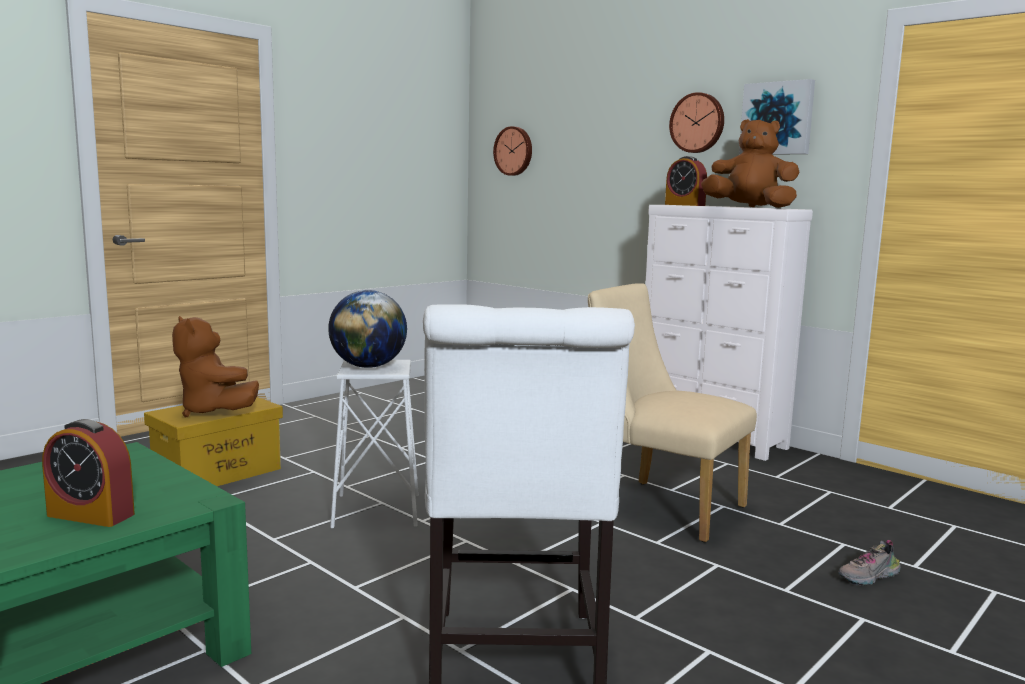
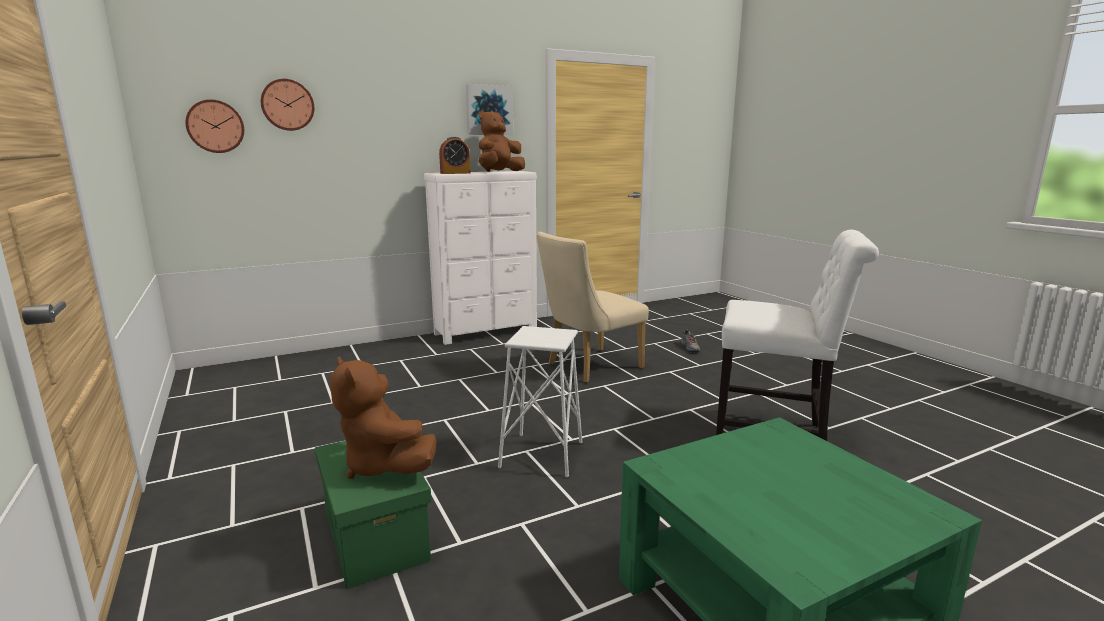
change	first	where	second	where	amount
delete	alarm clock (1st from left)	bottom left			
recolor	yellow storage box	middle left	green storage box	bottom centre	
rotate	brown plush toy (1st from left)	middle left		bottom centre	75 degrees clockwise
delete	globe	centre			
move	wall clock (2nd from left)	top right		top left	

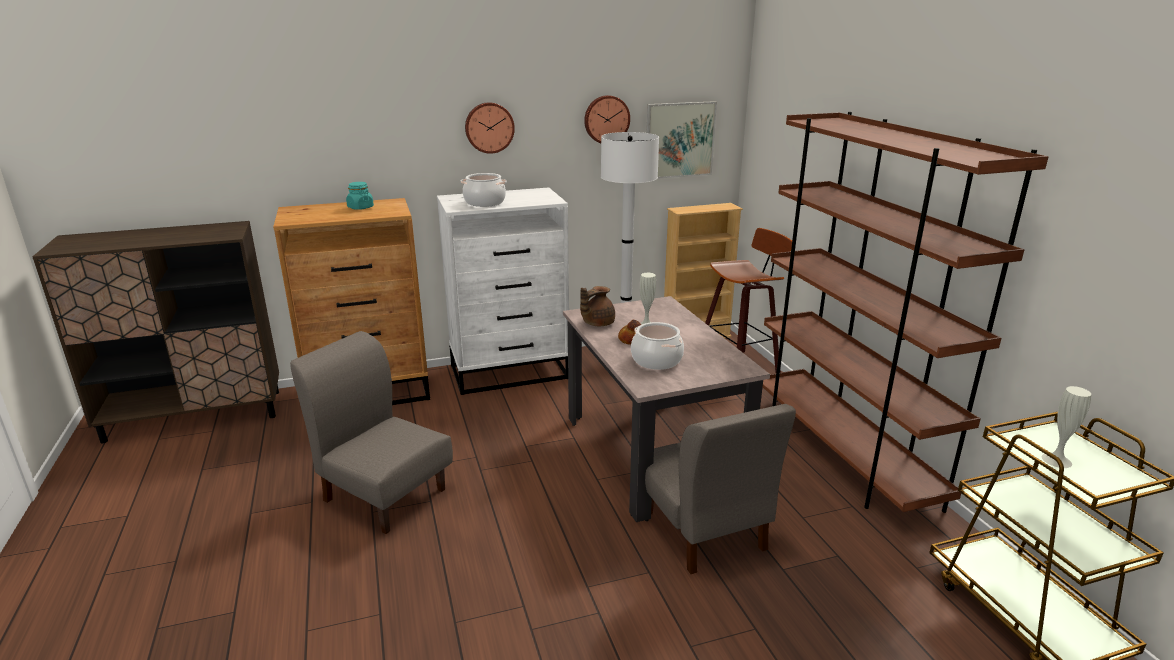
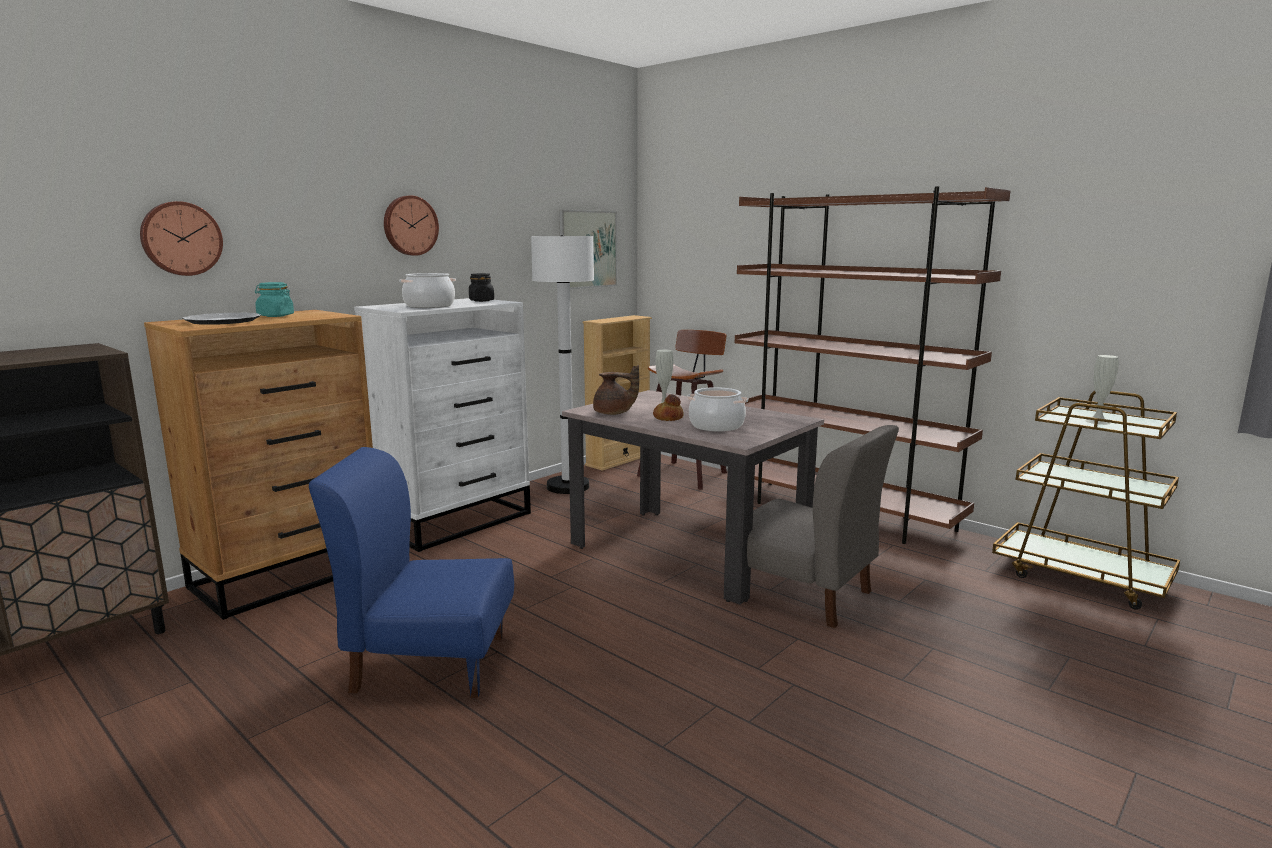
change	first	where	second	where	amount
recolor	grey chair (1st from left)	middle left	blue chair	bottom left	
rotate	brown teapot	centre		centre	90 degrees counterclockwise
move	wall clock (2nd from left in the first image)	top centre	wall clock (1st from left)	top left	
insert			plate	middle left	
insert			black jar	centre	

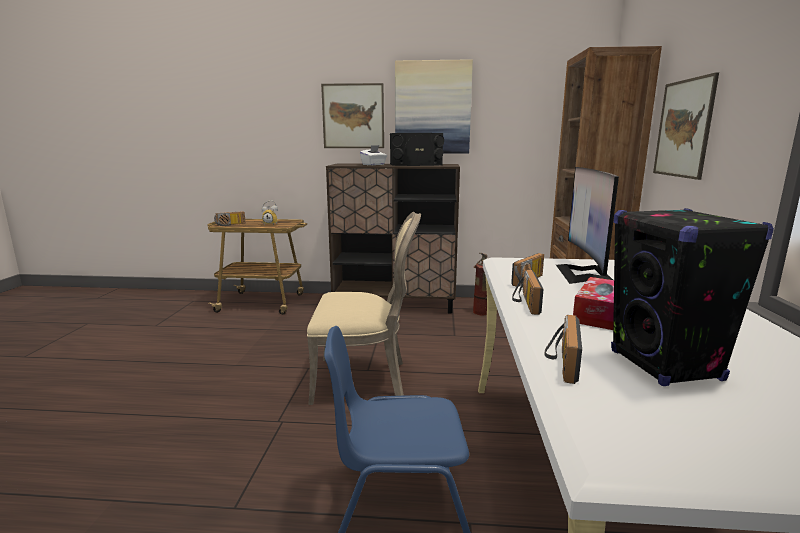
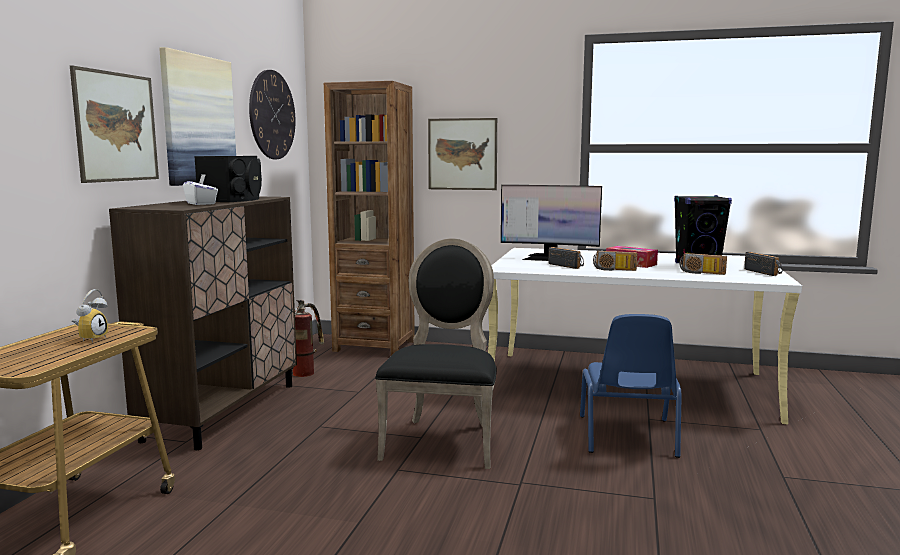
change	first	where	second	where	amount
move	radio (1st from left in the first image)	middle left	radio (4th from left)	middle right	
recolor	beige chair	centre	black chair	centre	
insert			wall clock	top left	

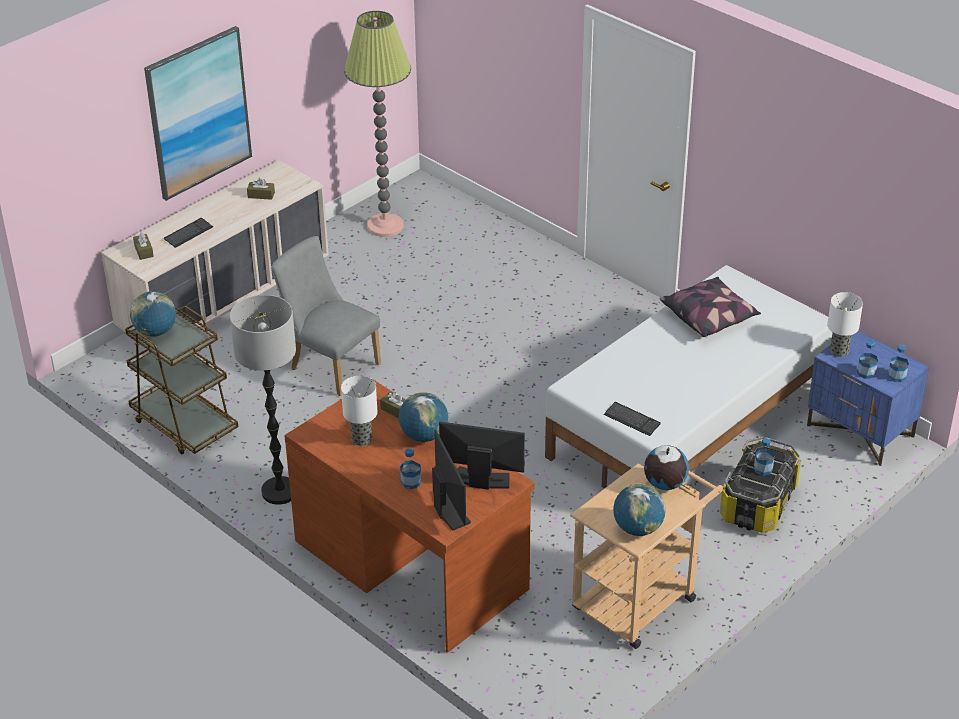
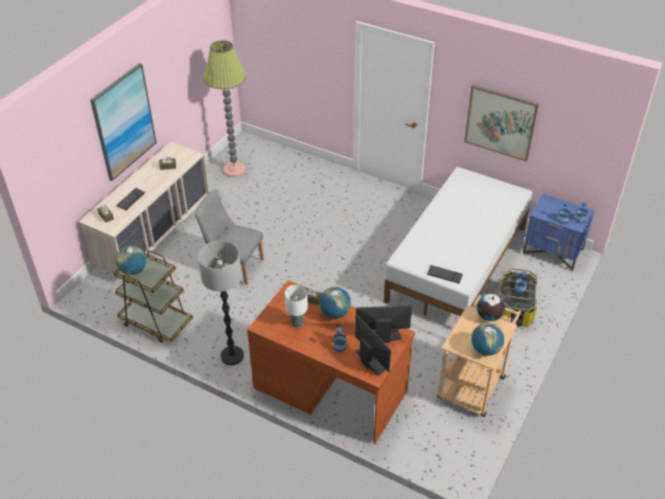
change	first	where	second	where	amount
delete	pillow	middle right			
delete	table lamp (2nd from left)	middle right			
insert			picture (2nd from left)	top right	

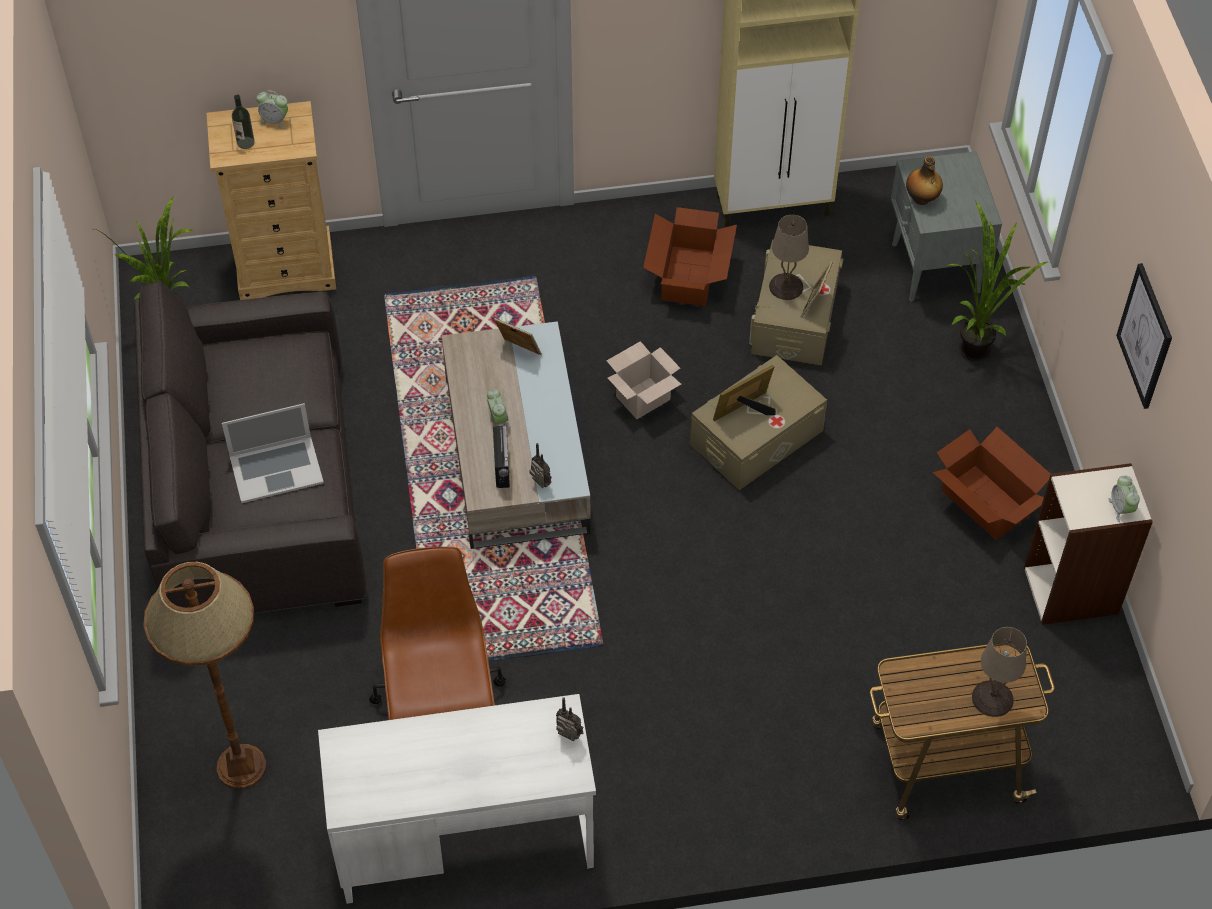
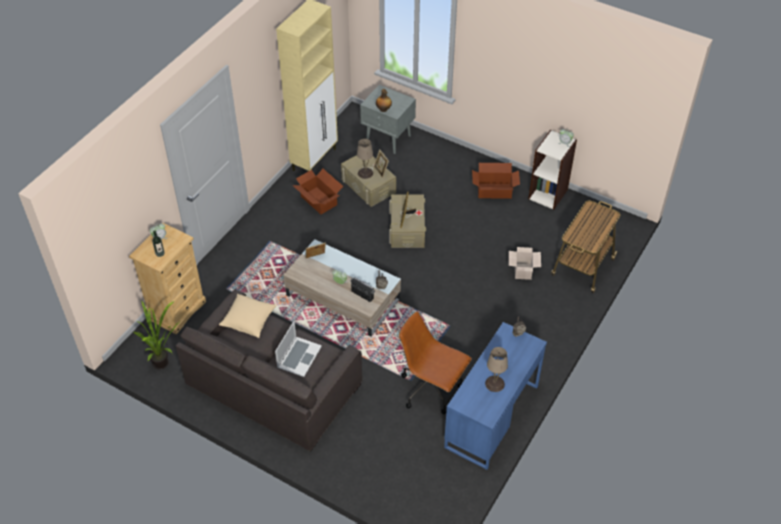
change	first	where	second	where	amount
delete	brown floor lamp	bottom left			
recolor	white desk	bottom centre	blue desk	bottom centre	
move	cardboard box (1st from left in the first image)	centre	cardboard box (3rd from left)	middle right	
delete	potted plant (2nd from left)	top right			
move	beige table lamp (2nd from left)	bottom right		bottom centre	
delete	picture	middle right			
insert			beige pillow	middle left	

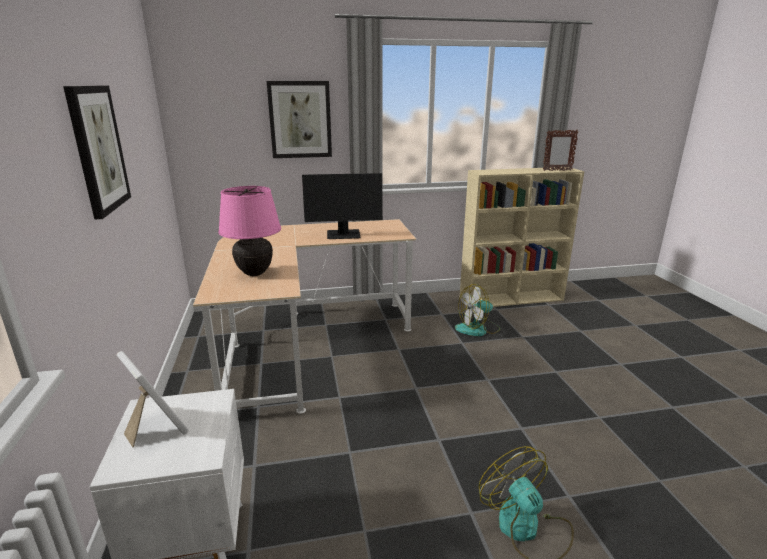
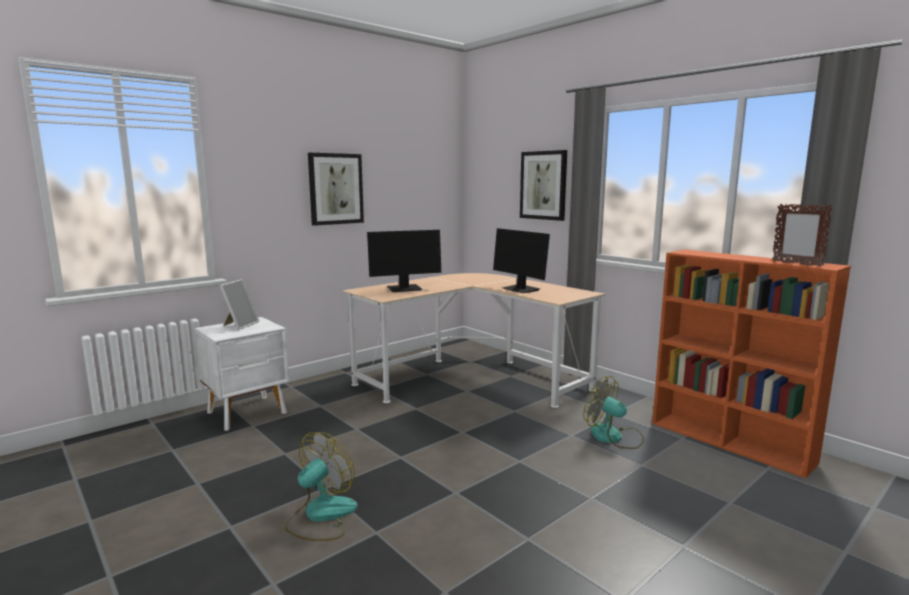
change	first	where	second	where	amount
replace	pink table lamp	middle left	monitor (1st from left)	centre	
recolor	beige bookcase	middle right	orange bookcase	middle right	

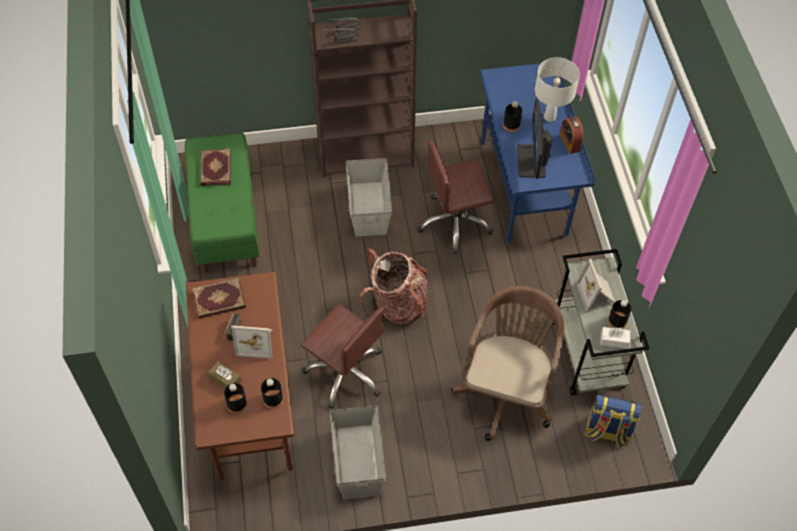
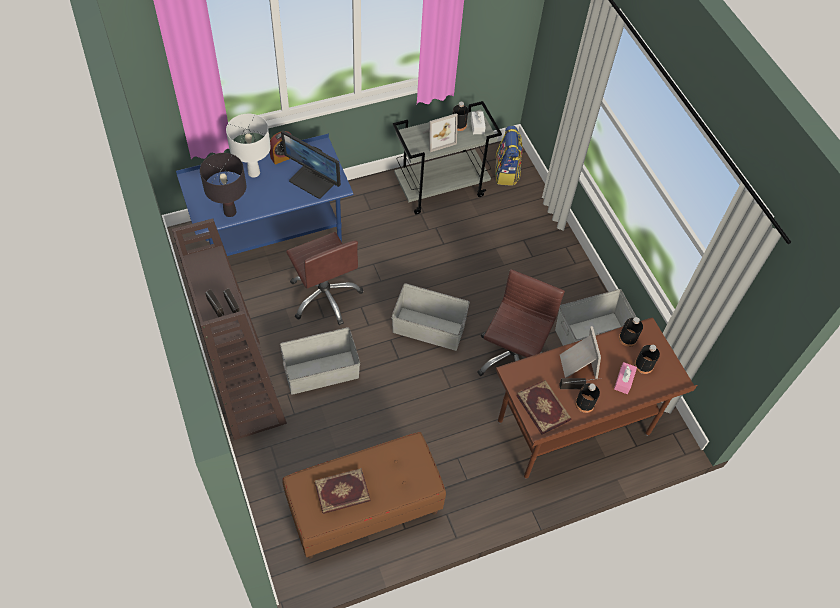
change	first	where	second	where	amount
recolor	green bench	middle left	brown bench	bottom centre	
recolor	brown tissue box	bottom left	pink tissue box	middle right	
replace	backpack (1st from left)	centre	grey storage box (2nd from left)	centre	
delete	brown office chair (3rd from left)	bottom centre			
move	black bottle (3rd from left in the first image)	top centre	black bottle (2nd from left)	middle right	
rotate	monitor	top right		top centre	45 degrees clockwise
insert			black table lamp	top left	

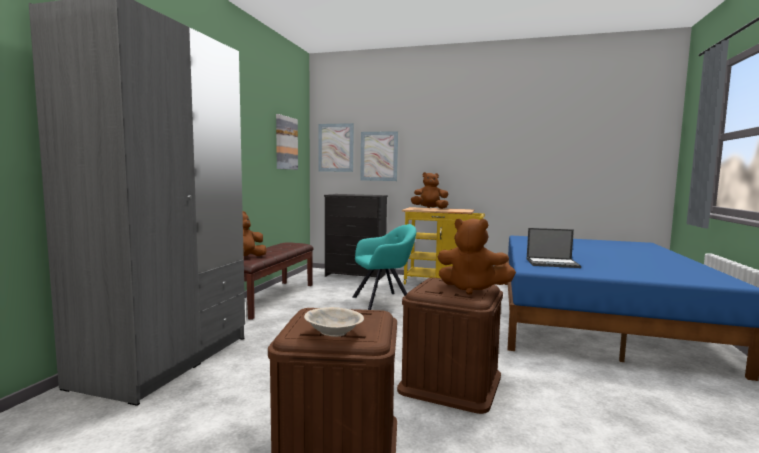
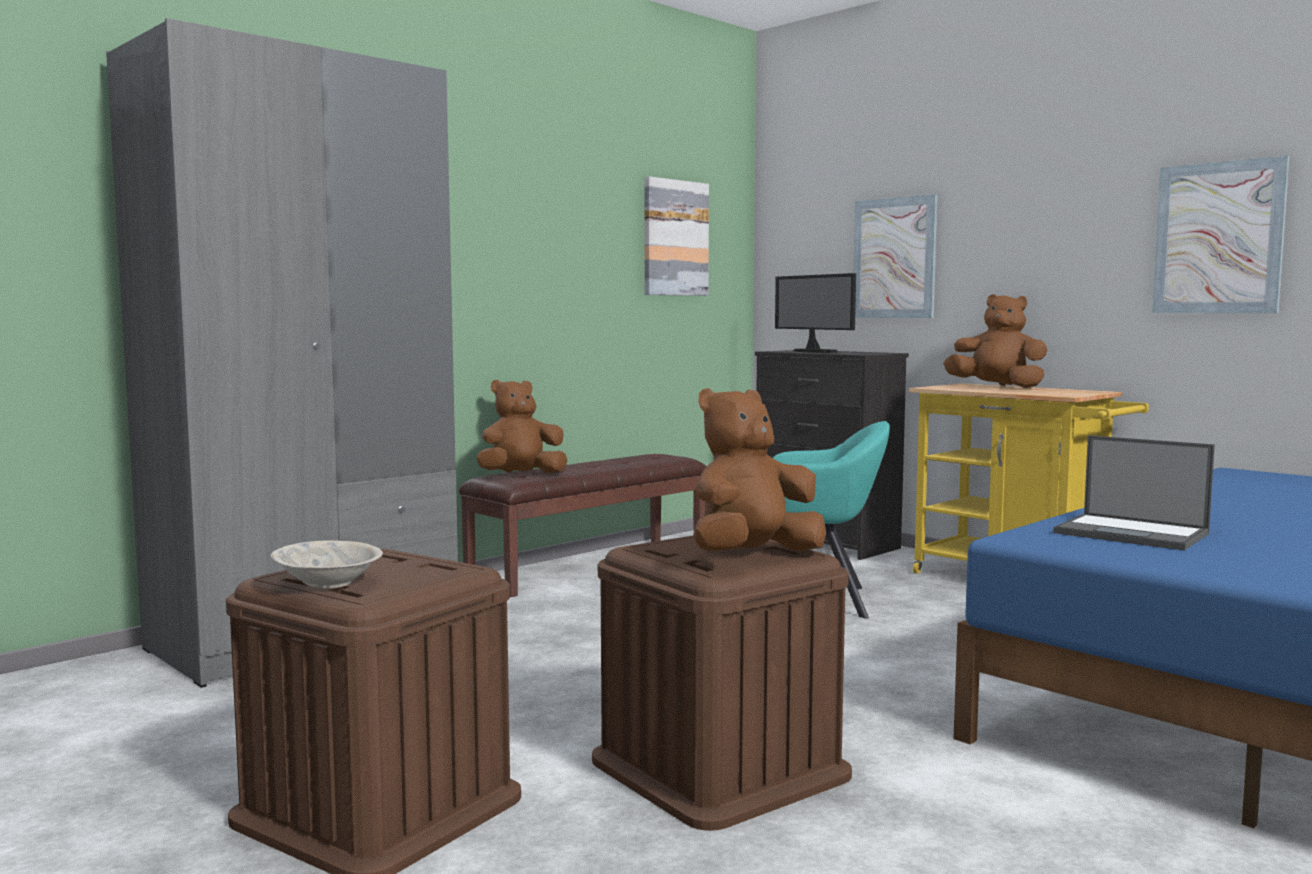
change	first	where	second	where	amount
move	picture (2nd from left in the first image)	top centre	picture (3rd from left)	top right	
rotate	brown plush toy (3rd from left in the first image)	centre	brown plush toy (2nd from left)	centre	90 degrees clockwise
insert			monitor	centre	

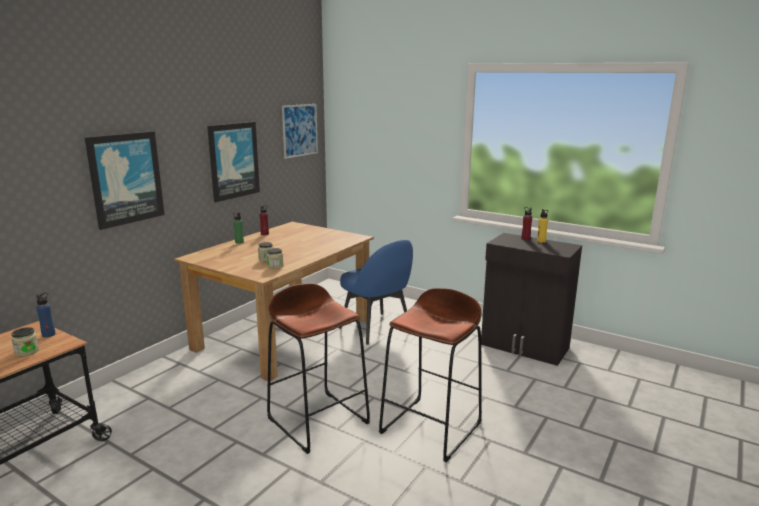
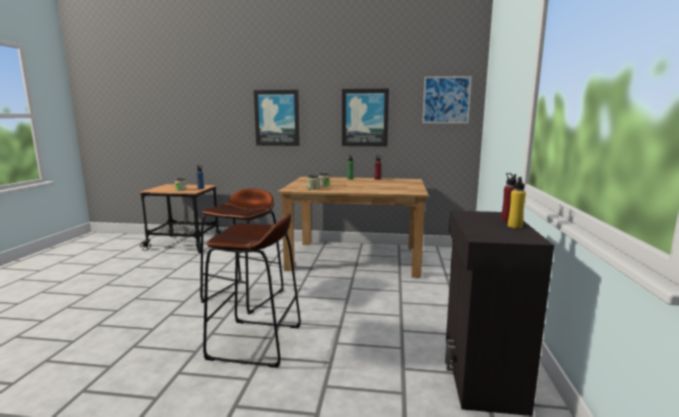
change	first	where	second	where	amount
delete	blue chair	centre			

